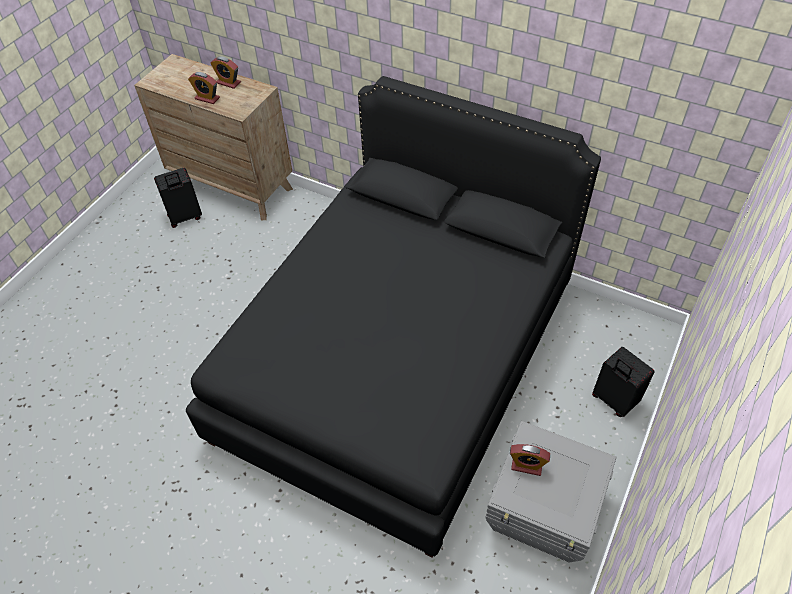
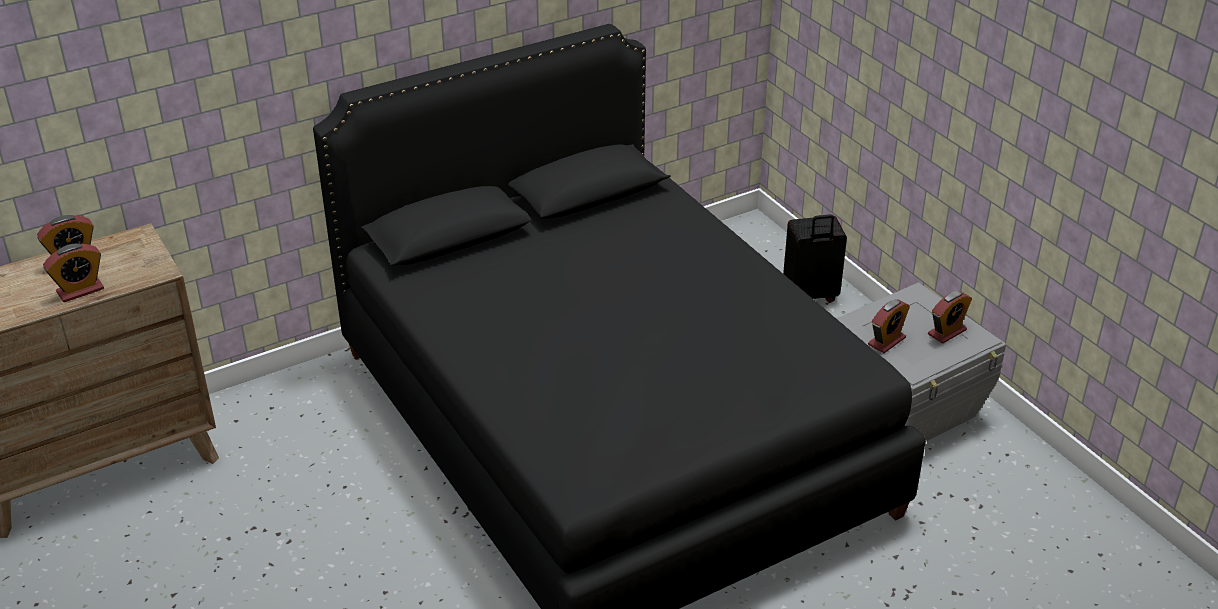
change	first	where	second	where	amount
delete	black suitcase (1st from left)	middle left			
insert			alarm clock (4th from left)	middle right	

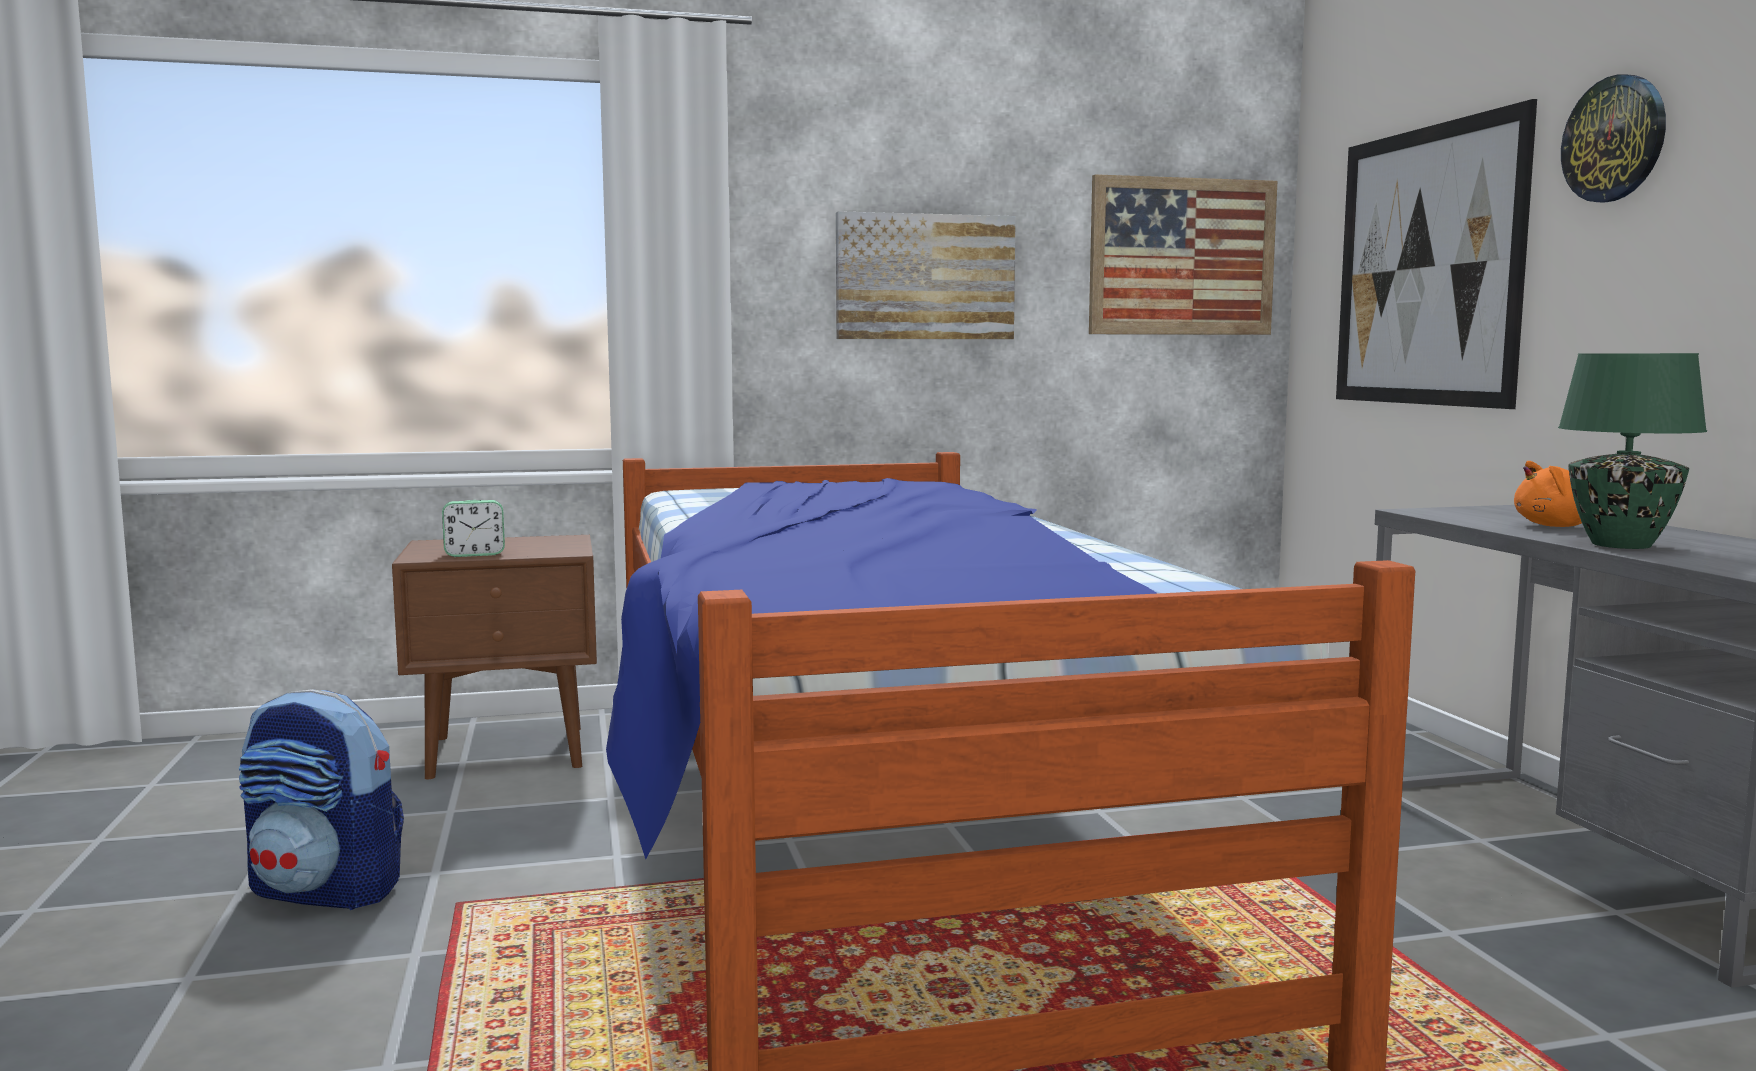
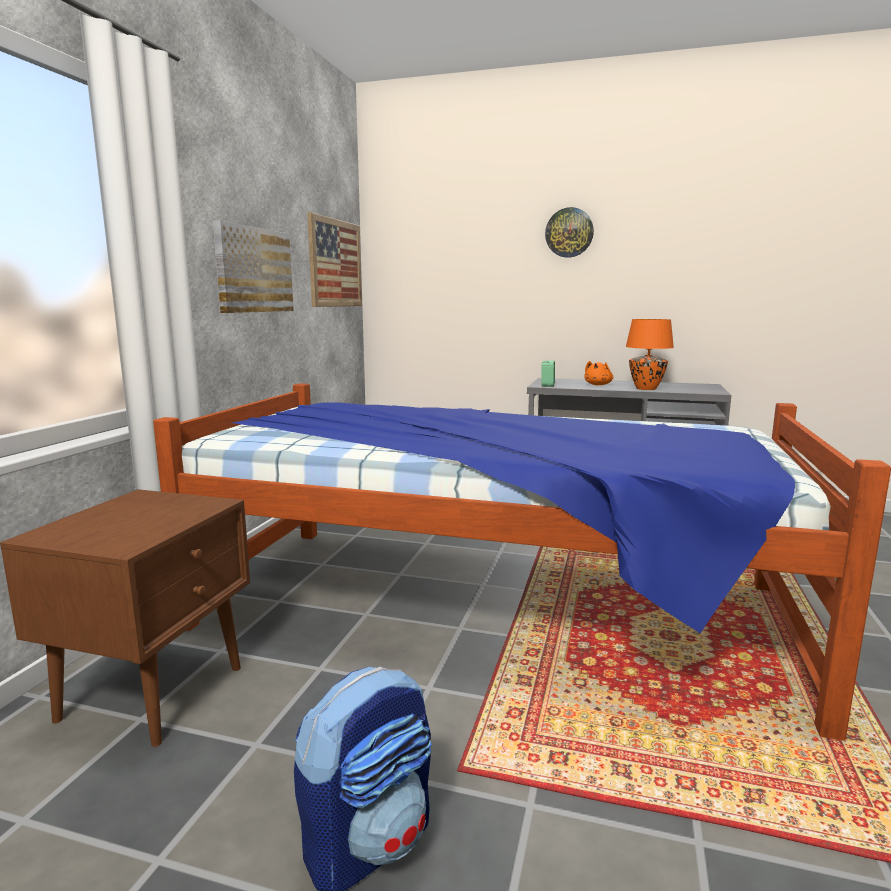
change	first	where	second	where	amount
move	alarm clock	middle left		centre	
delete	picture (3rd from left)	top right			
recolor	green table lamp	middle right	orange table lamp	middle right	

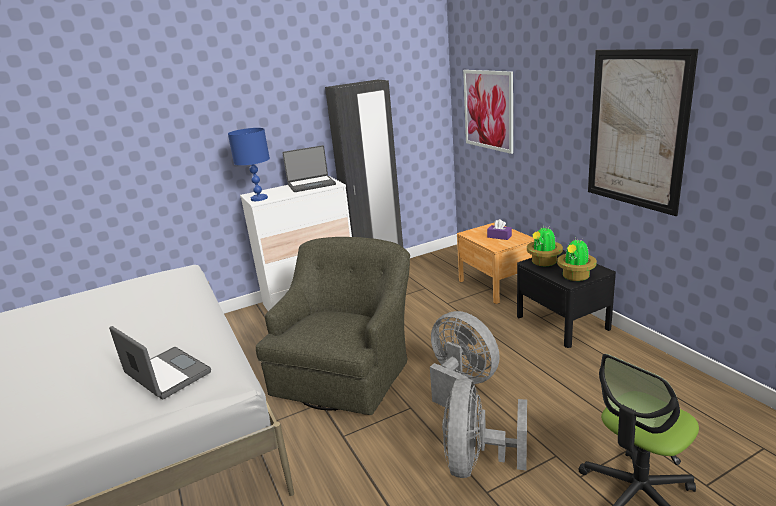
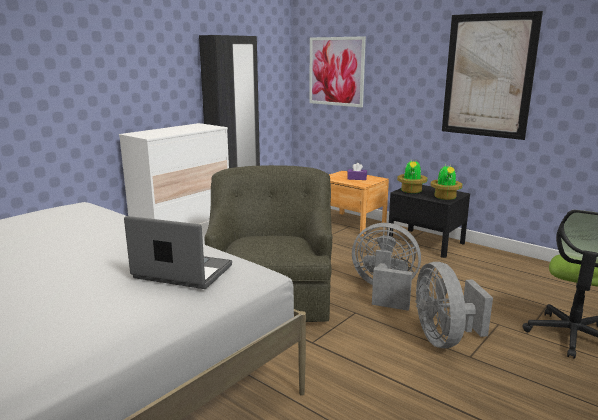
change	first	where	second	where	amount
delete	blue table lamp	top left			
delete	laptop (2nd from left)	top centre			

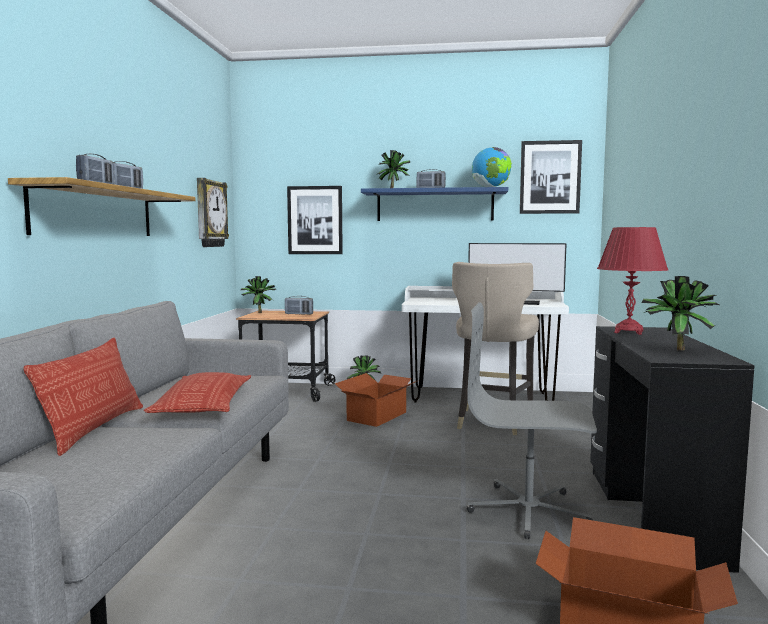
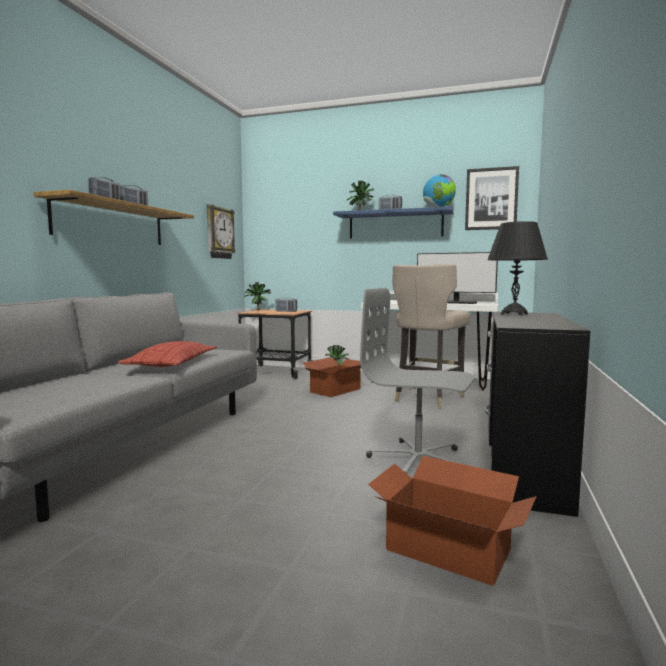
change	first	where	second	where	amount
delete	pillow (1st from left)	middle left			
delete	picture (1st from left)	centre			
recolor	red table lamp	middle right	black table lamp	middle right	
delete	potted plant (4th from left)	middle right			

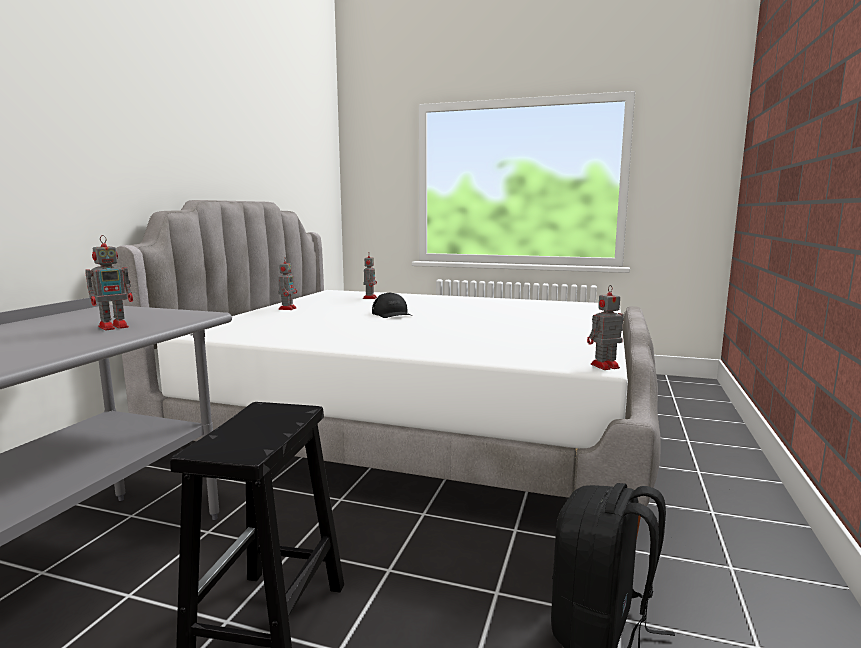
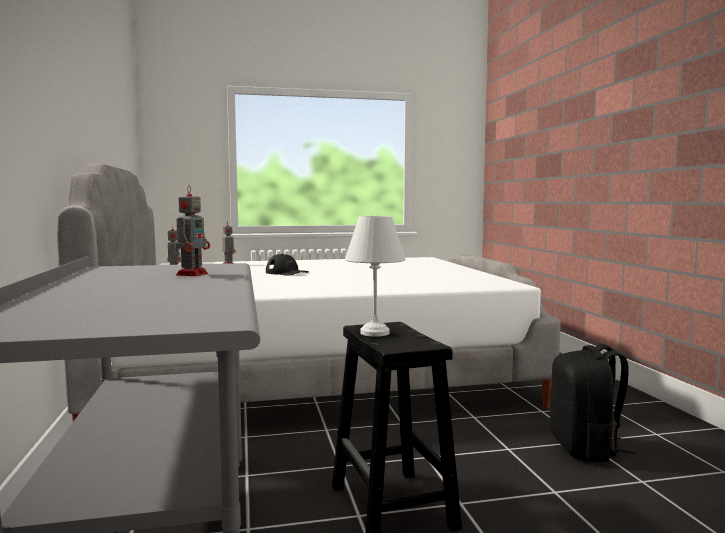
change	first	where	second	where	amount
delete	toy robot (4th from left)	middle right			
insert			white table lamp	centre	

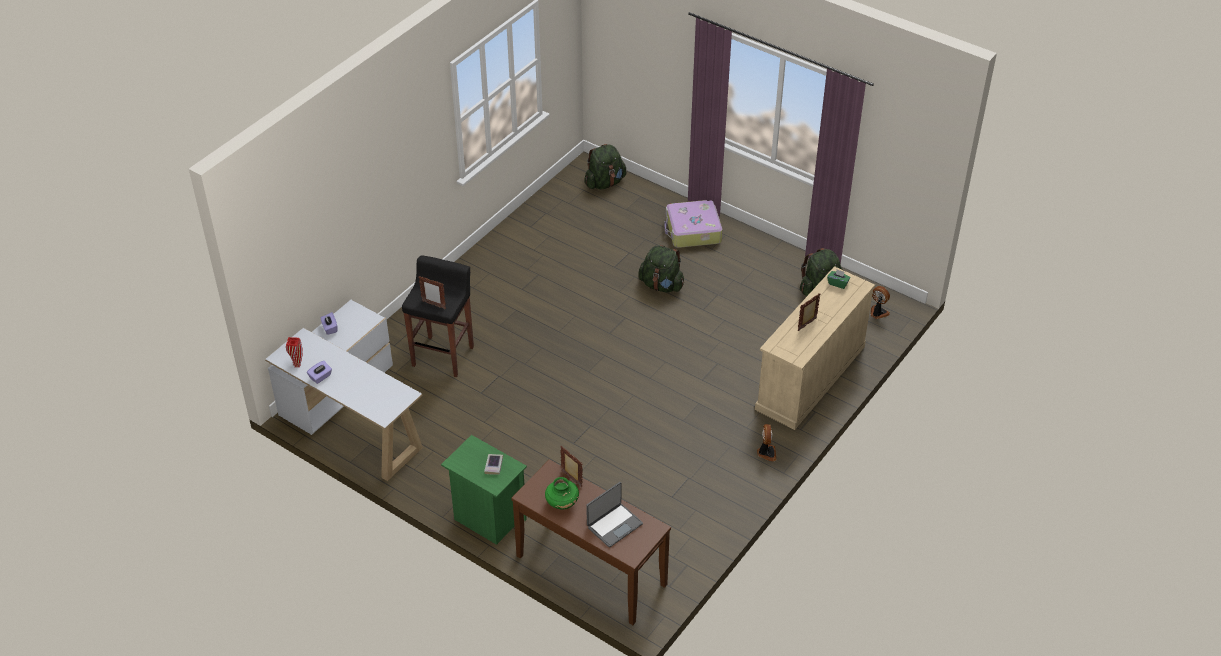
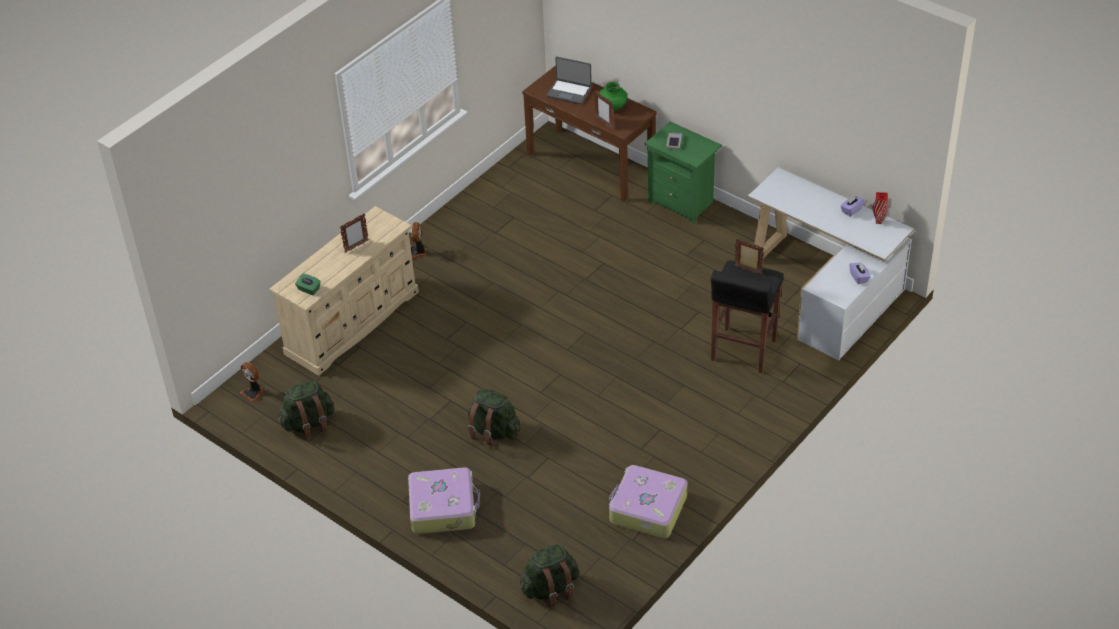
change	first	where	second	where	amount
rotate	laptop	bottom centre		top centre	120 degrees counterclockwise
insert			suitcase (2nd from left)	bottom centre	

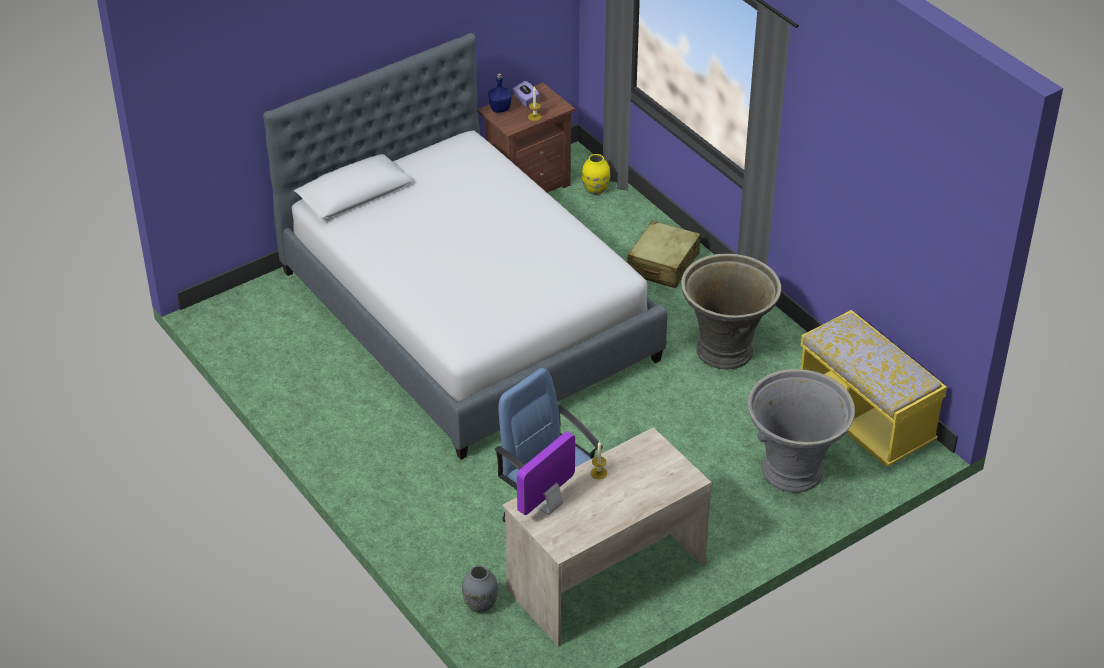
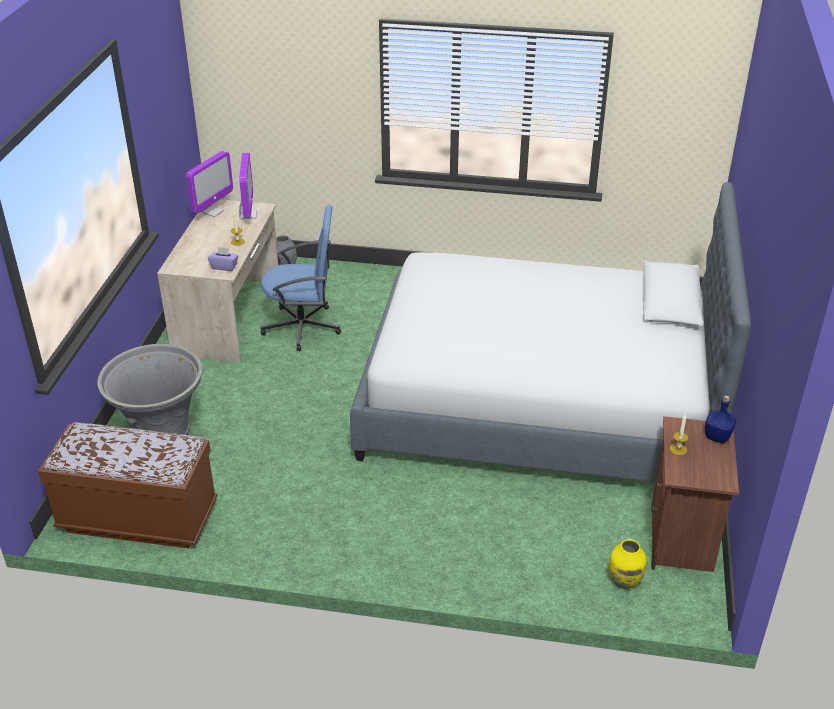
change	first	where	second	where	amount
move	purple tissue box	top centre		middle left	
delete	beige suitcase	centre			
delete	grey planter (1st from left)	centre			
recolor	yellow bench	middle right	brown bench	bottom left	
insert			monitor (1st from left)	top left	

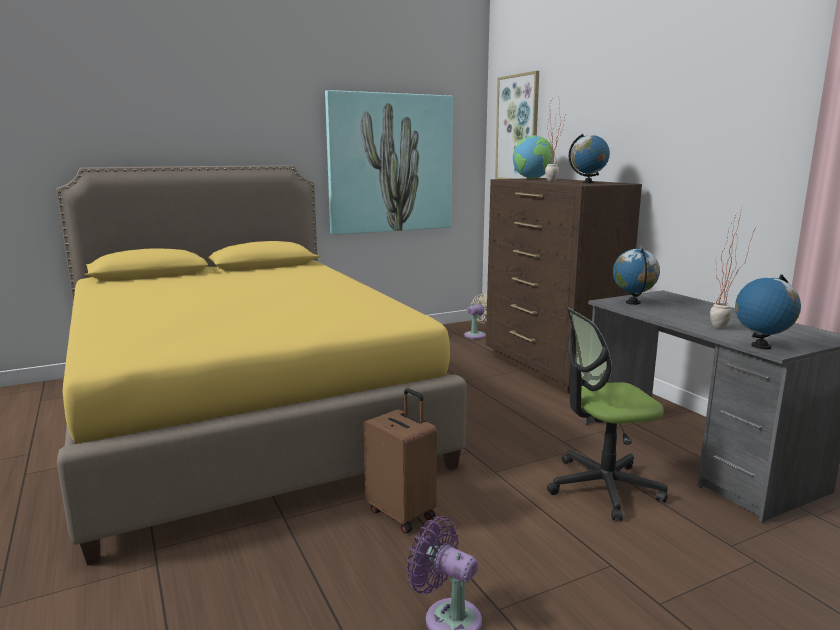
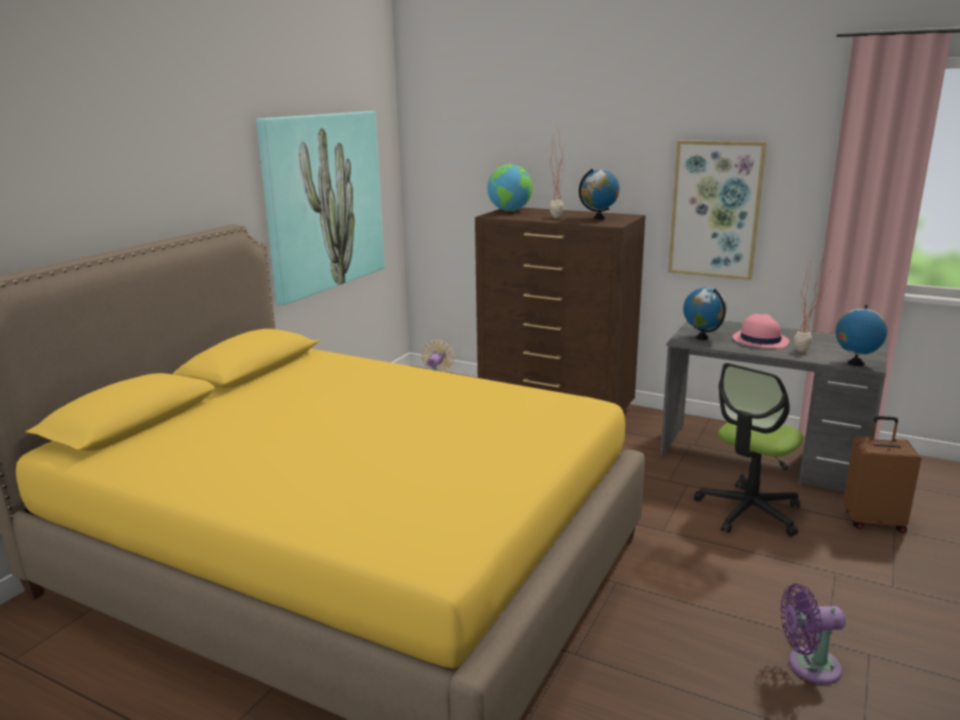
change	first	where	second	where	amount
move	brown suitcase	bottom centre		middle right	
move	picture (2nd from left)	top centre		top right	
insert			pink hat	middle right	

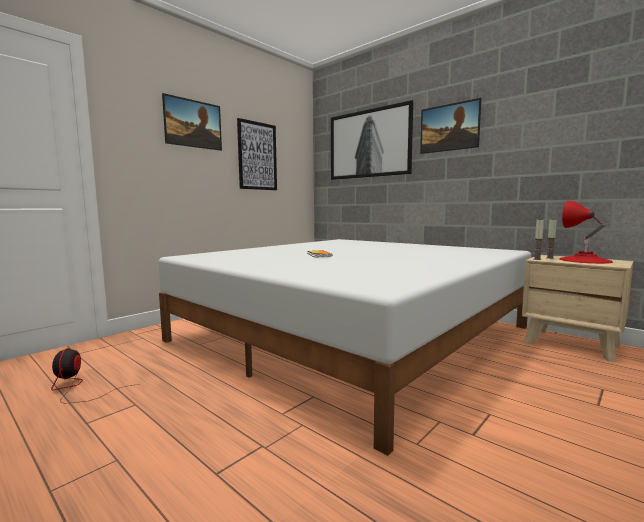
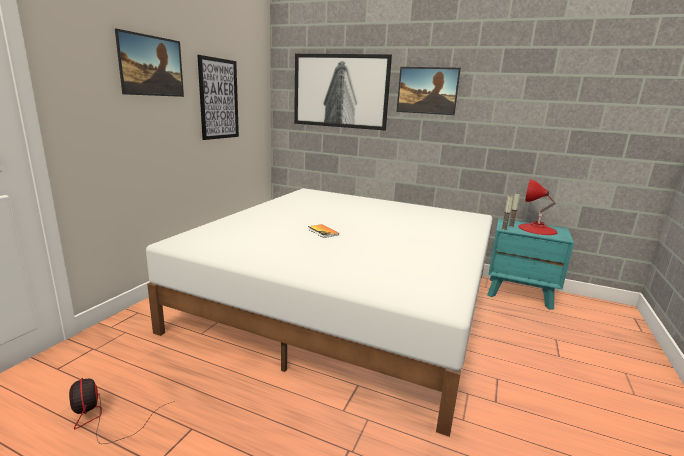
change	first	where	second	where	amount
recolor	beige nightstand	middle right	turquoise nightstand	middle right	

